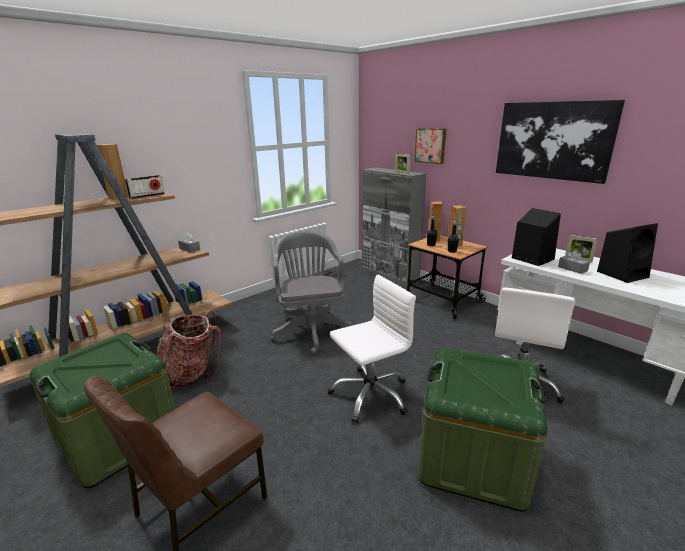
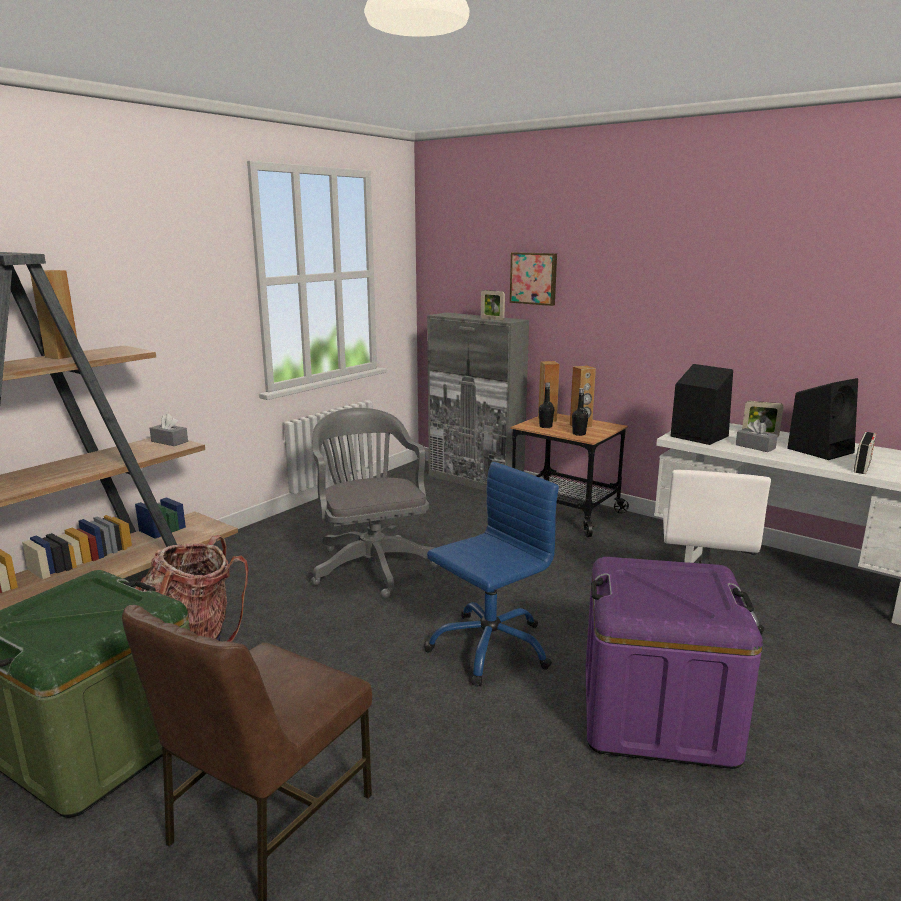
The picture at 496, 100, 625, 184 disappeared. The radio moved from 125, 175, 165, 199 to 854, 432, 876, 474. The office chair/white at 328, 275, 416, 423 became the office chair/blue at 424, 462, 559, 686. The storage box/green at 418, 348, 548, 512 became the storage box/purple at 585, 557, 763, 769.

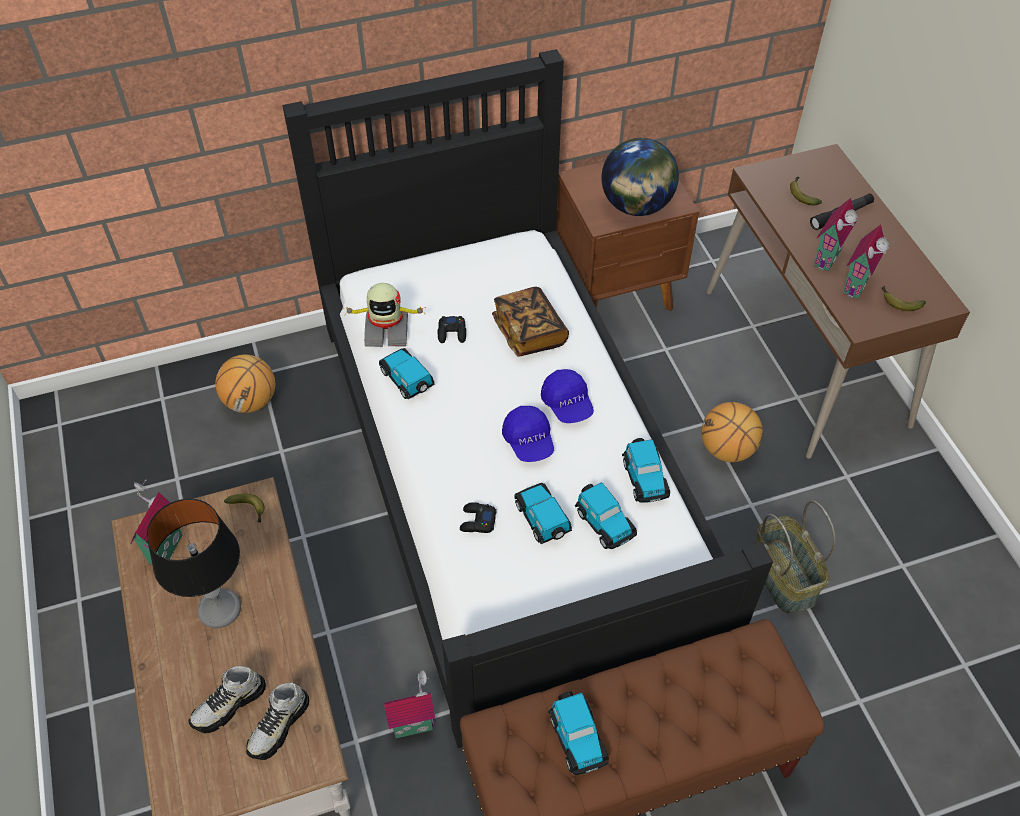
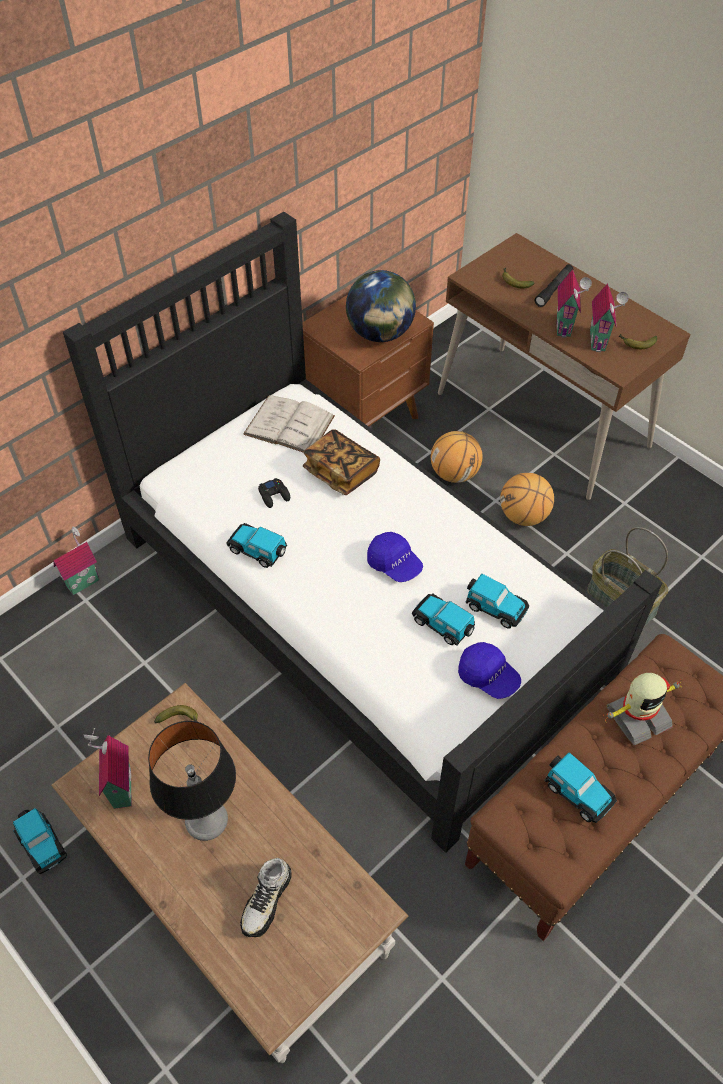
The shoe at 246, 682, 310, 760 disappeared. The game controller/black at 460, 502, 497, 533 disappeared. The book/white at 243, 395, 335, 452 appeared. The basketball moved from 215, 355, 275, 413 to 431, 431, 482, 483. The toy robot moved from 343, 283, 426, 347 to 603, 673, 682, 746. The toy house moved from 384, 670, 435, 739 to 53, 526, 99, 595. The cap/blue moved from 541, 369, 594, 423 to 458, 642, 521, 699. The toy car moved from 622, 438, 670, 503 to 13, 808, 67, 874.

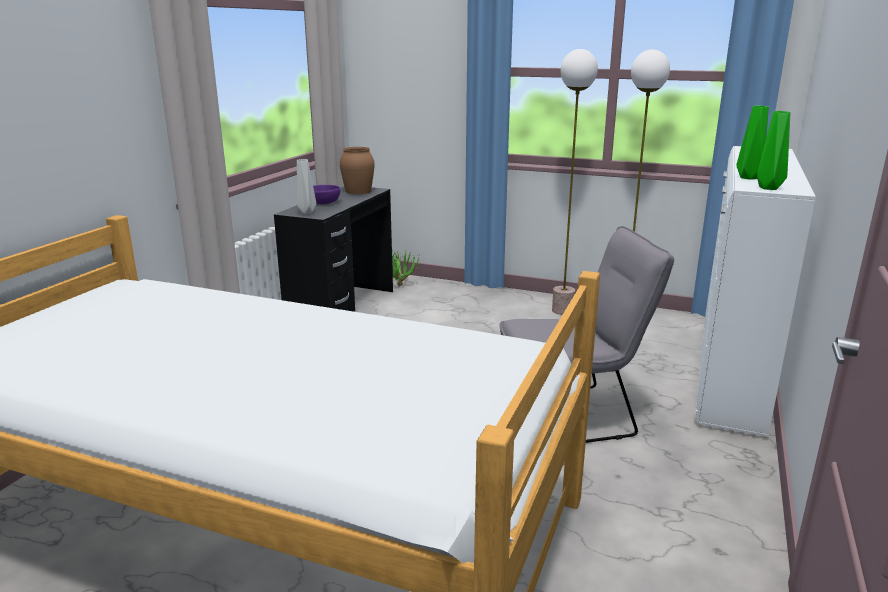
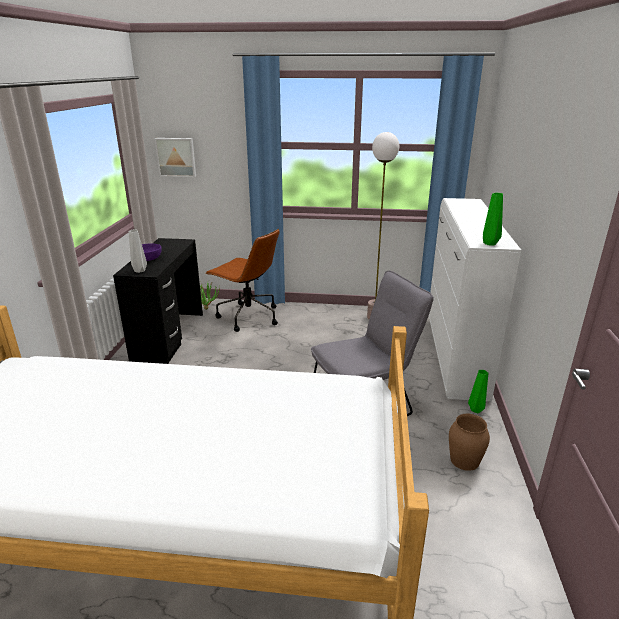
The floor lamp at 552, 49, 598, 315 disappeared. The picture at 155, 138, 196, 177 appeared. The office chair/brown at 205, 229, 280, 332 appeared. The vase/brown moved from 340, 147, 375, 194 to 449, 414, 490, 471. The vase/green moved from 736, 106, 769, 180 to 468, 370, 488, 413.

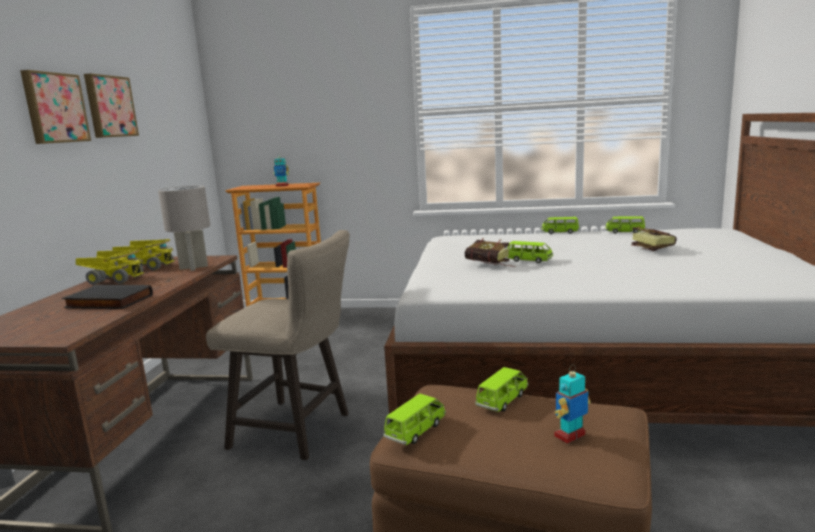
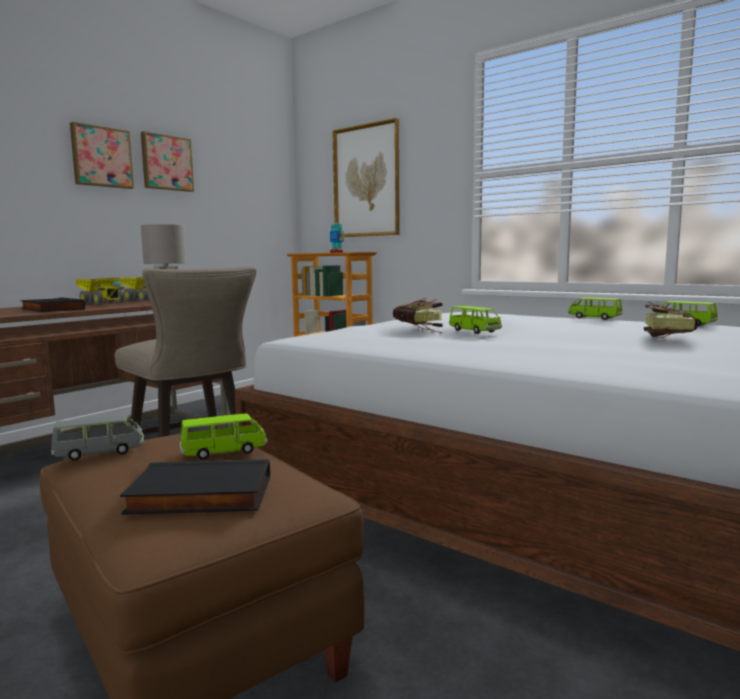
The picture at 332, 118, 400, 237 appeared. The toy robot at 554, 364, 591, 444 was replaced by the book/black at 120, 459, 270, 515. The toy car/green at 383, 394, 446, 445 became the toy car/grey at 51, 415, 144, 461.

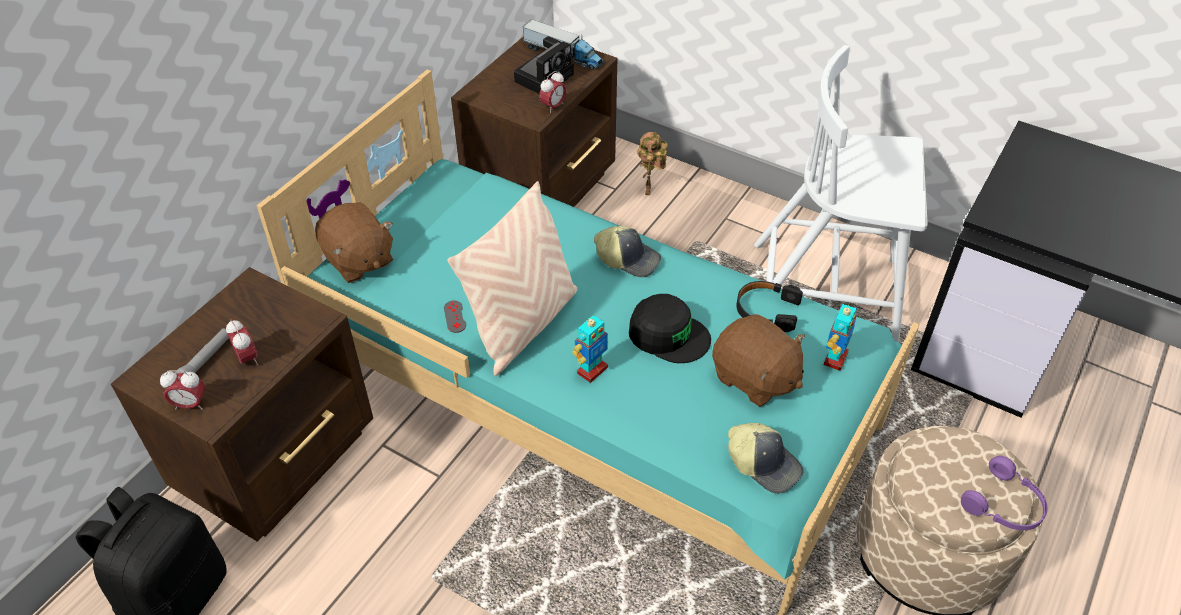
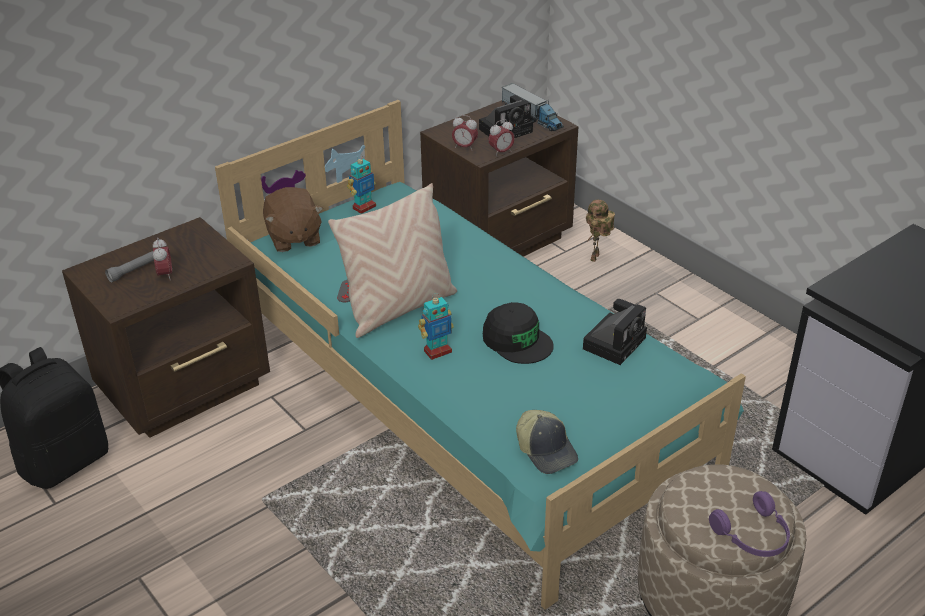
The cap at 594, 226, 661, 277 disappeared. The plush toy/brown at 712, 314, 805, 407 disappeared. The chair/white at 754, 45, 928, 343 disappeared. The alarm clock moved from 160, 370, 205, 410 to 452, 115, 478, 151. The toy robot moved from 824, 303, 857, 371 to 347, 154, 376, 214. The headphones/black at 737, 281, 803, 332 was replaced by the photo camera at 583, 299, 647, 365.

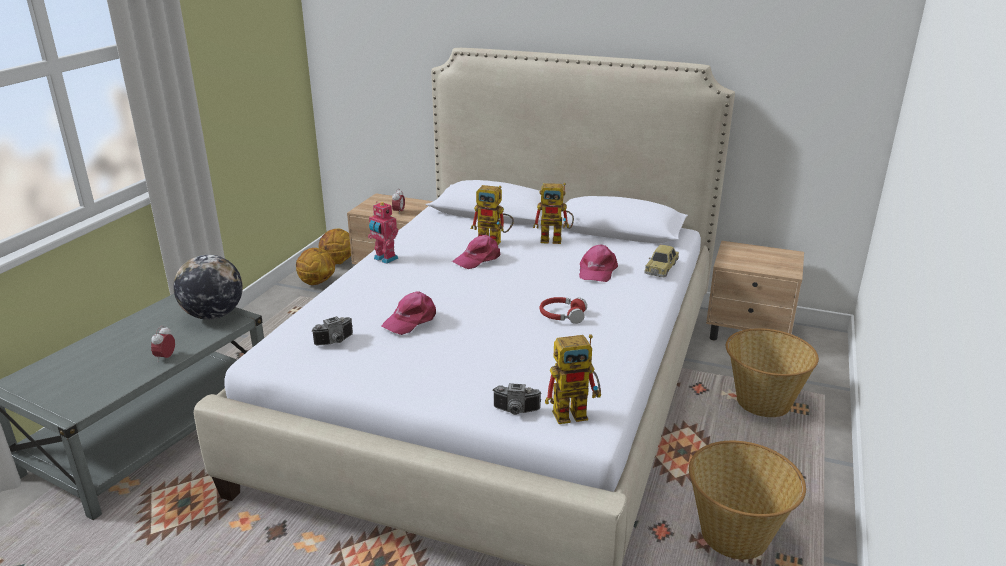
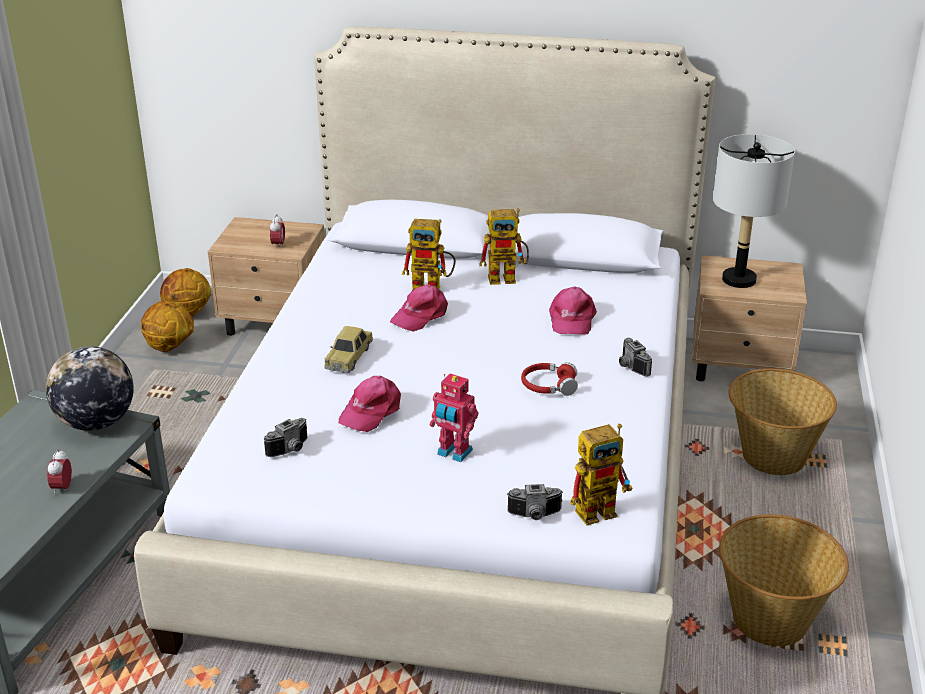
The photo camera at 619, 338, 652, 377 appeared. The table lamp/grey at 713, 134, 795, 288 appeared. The toy robot moved from 368, 201, 398, 264 to 430, 373, 478, 462. The toy car moved from 644, 245, 679, 277 to 324, 326, 373, 373.

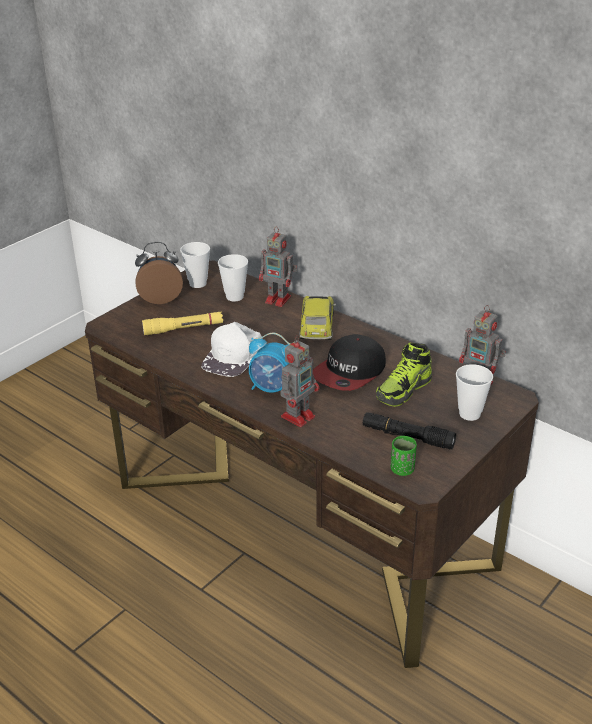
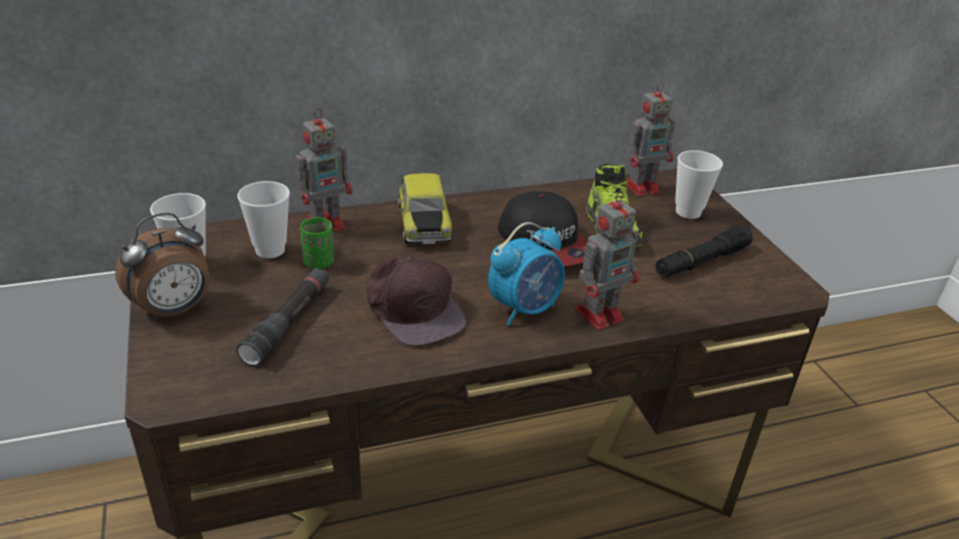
The cup/green moved from 391, 436, 417, 476 to 300, 217, 334, 269. The flashlight/yellow at 142, 312, 223, 335 became the flashlight/black at 236, 267, 329, 366. The cap/white at 201, 322, 262, 377 became the cap/brown at 367, 257, 467, 346. The alarm clock at 135, 242, 183, 304 turned 150 degrees counterclockwise. The toy robot at 280, 335, 319, 427 turned 75 degrees clockwise. The toy car at 299, 296, 336, 340 turned 135 degrees counterclockwise.

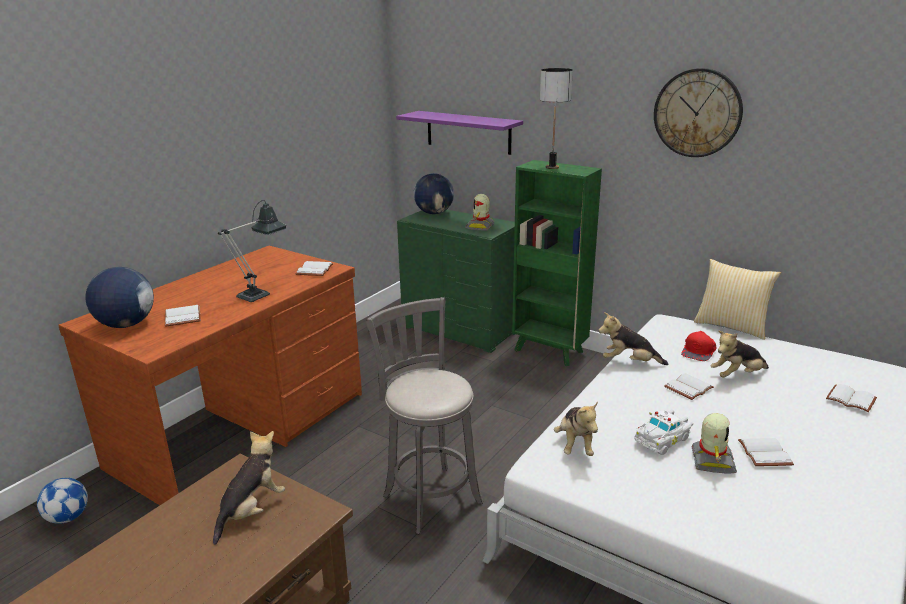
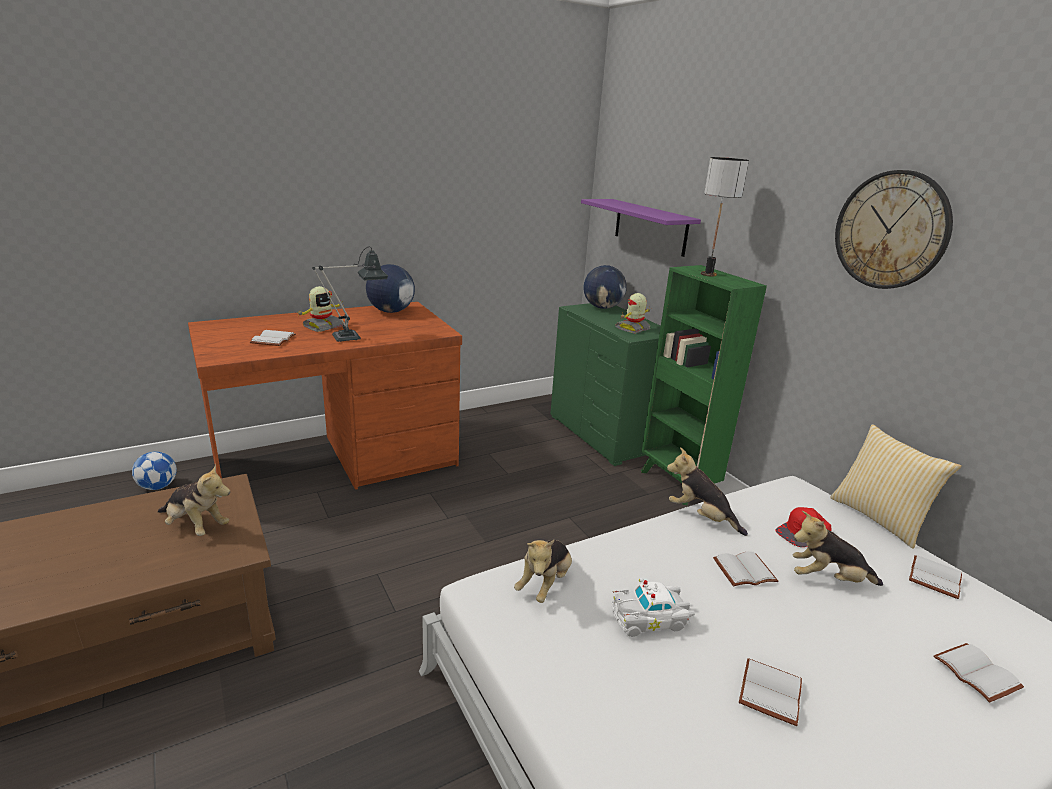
The stool/grey at 366, 297, 483, 535 disappeared. The globe moved from 85, 267, 154, 328 to 366, 264, 415, 313. The book/white moved from 296, 261, 333, 276 to 909, 555, 962, 599. The toy robot moved from 692, 413, 737, 474 to 297, 286, 343, 332. The plush toy at 213, 431, 285, 545 turned 60 degrees clockwise.

